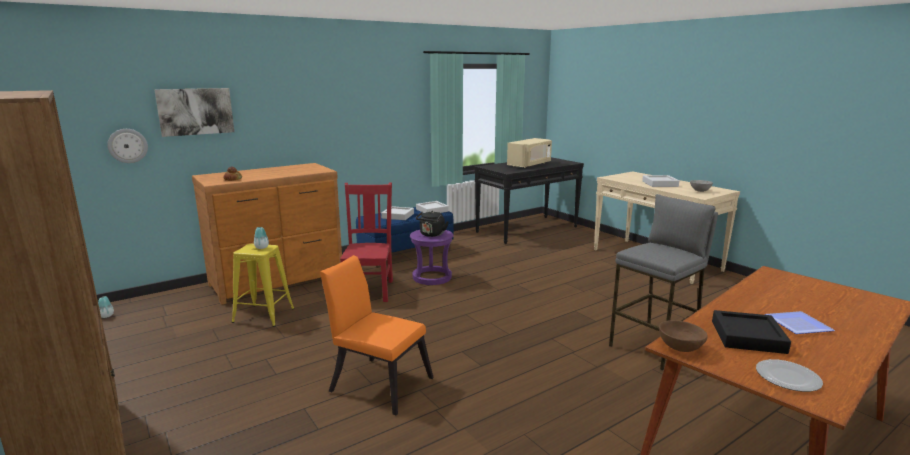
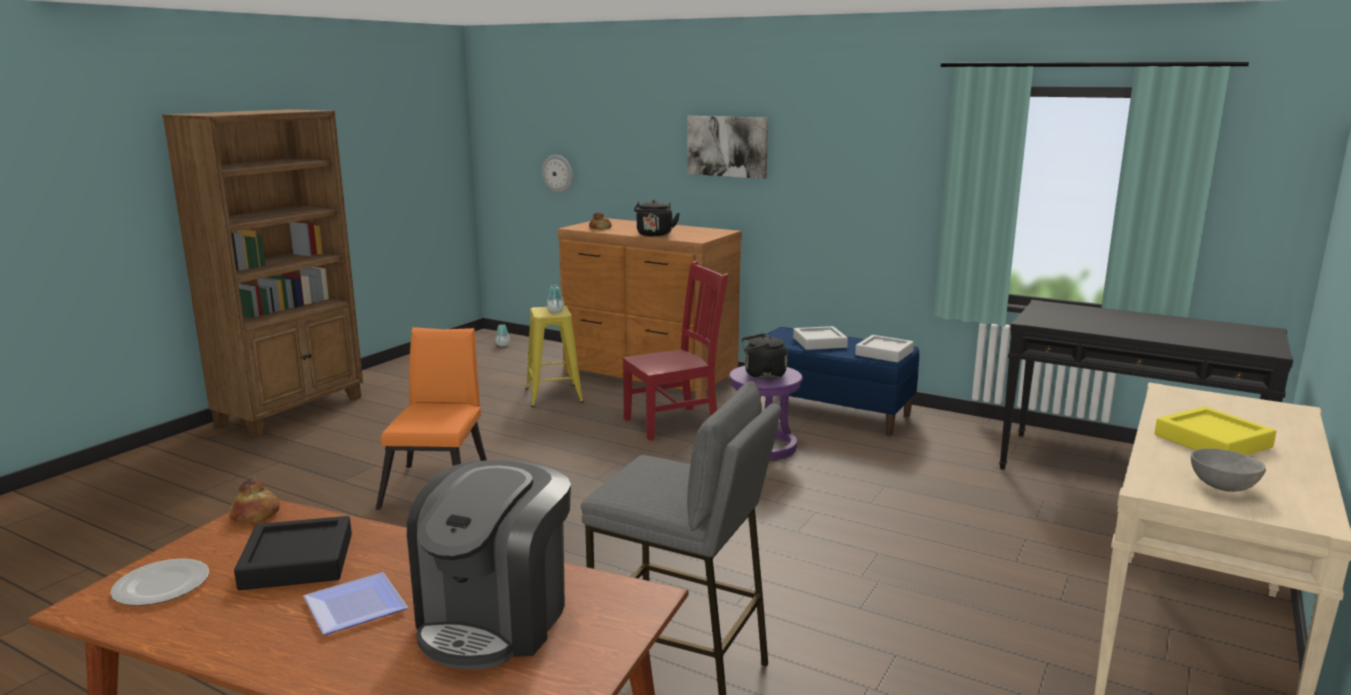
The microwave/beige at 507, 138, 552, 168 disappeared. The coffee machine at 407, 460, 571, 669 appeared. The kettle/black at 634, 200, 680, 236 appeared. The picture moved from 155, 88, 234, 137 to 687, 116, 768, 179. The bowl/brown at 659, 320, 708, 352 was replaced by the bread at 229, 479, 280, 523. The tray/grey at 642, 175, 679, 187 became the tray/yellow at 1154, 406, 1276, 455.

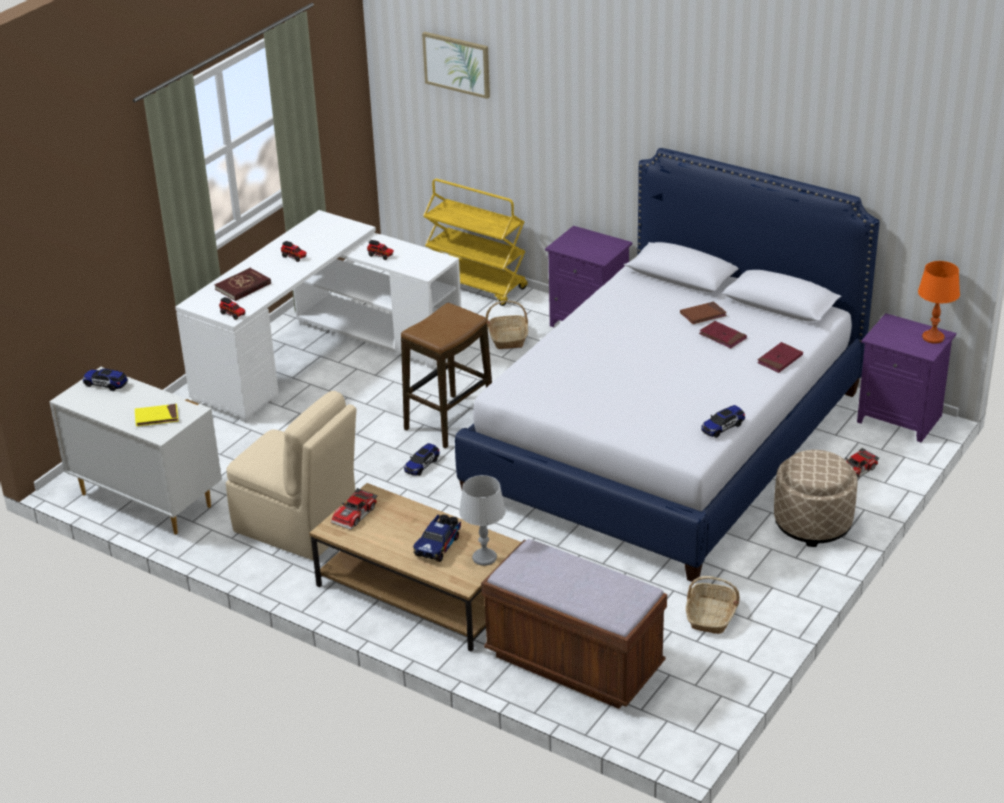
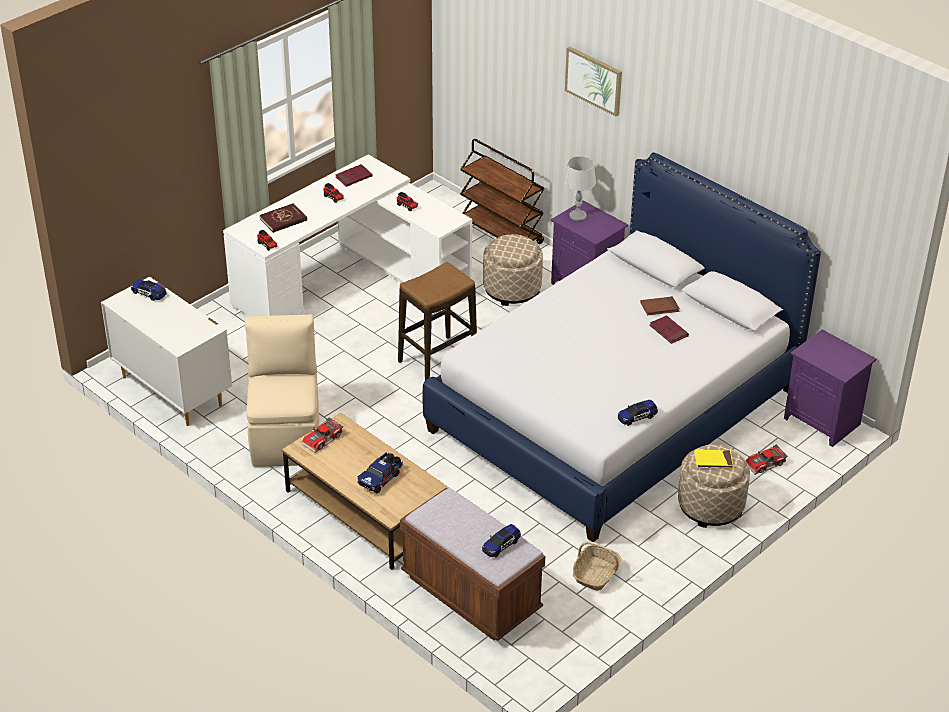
The table lamp/orange at 918, 261, 960, 343 disappeared. The book/yellow moved from 135, 404, 179, 426 to 694, 450, 733, 469. The toy car moved from 404, 443, 440, 476 to 482, 524, 521, 557. The picture moved from 422, 32, 490, 99 to 565, 46, 622, 117. The table lamp/grey moved from 459, 475, 506, 566 to 564, 156, 596, 221. The book/red moved from 757, 342, 803, 373 to 335, 164, 372, 187. The basket at 486, 300, 528, 349 was replaced by the ottoman/beige at 483, 234, 543, 306. The cart/yellow at 423, 179, 527, 306 became the cart/brown at 460, 139, 545, 244. The chair/beige at 226, 391, 356, 560 turned 135 degrees counterclockwise.

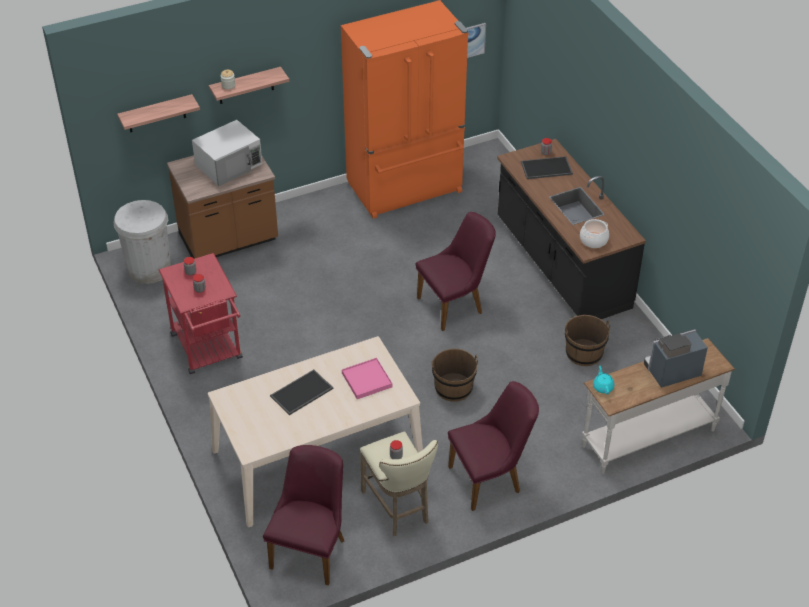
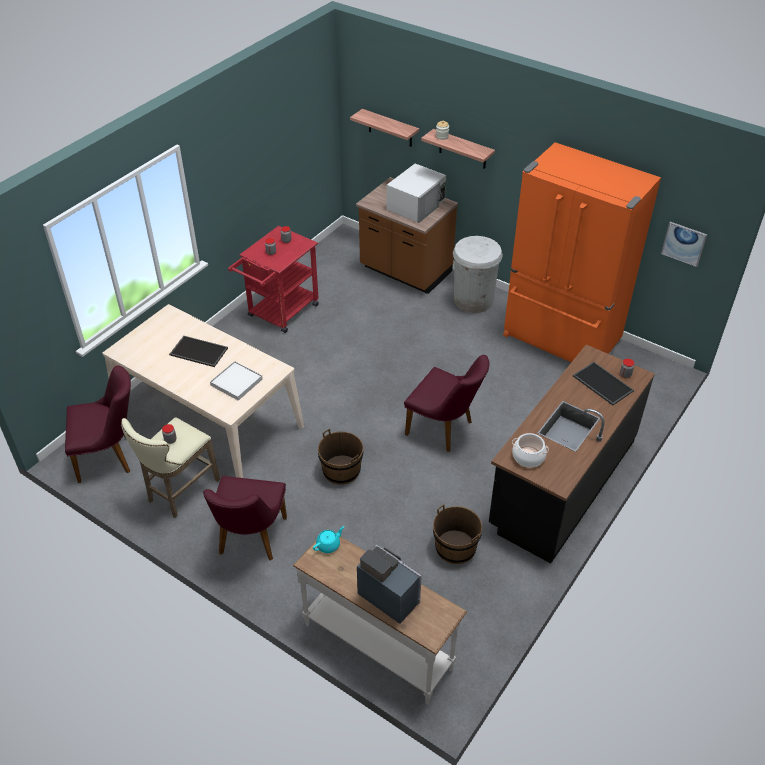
The trash can/white moved from 114, 200, 171, 284 to 453, 236, 503, 313. The tray/pink at 342, 358, 392, 399 became the tray/white at 210, 361, 263, 401. The microwave/white at 192, 120, 262, 186 turned 75 degrees counterclockwise. The chair/purple at 448, 381, 539, 511 turned 60 degrees clockwise.

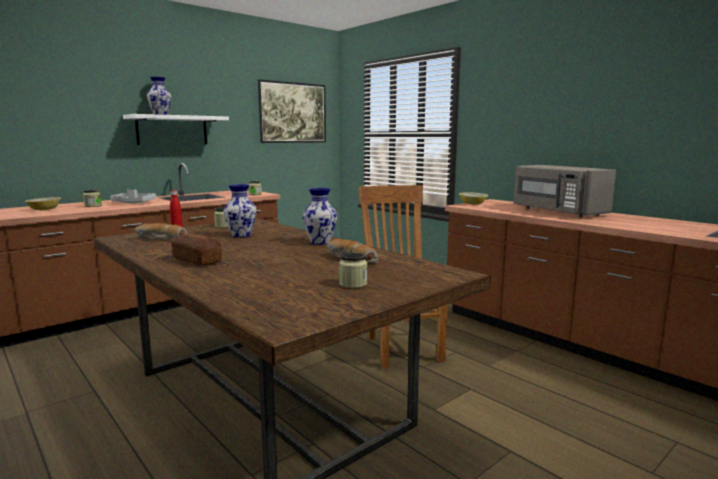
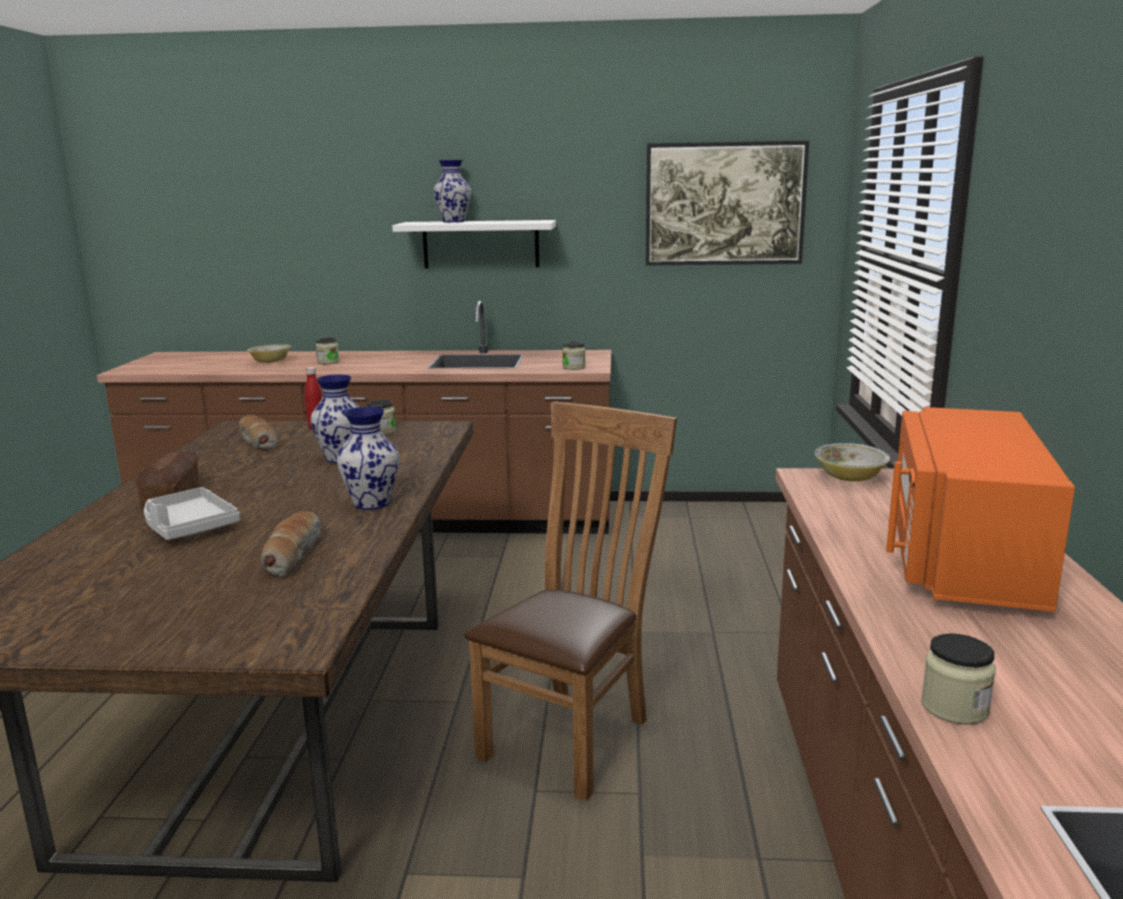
The tray/grey moved from 110, 189, 157, 203 to 144, 487, 240, 540. The jar moved from 339, 252, 367, 288 to 921, 633, 996, 725. The microwave/grey at 514, 165, 616, 218 became the microwave/orange at 886, 407, 1075, 612.

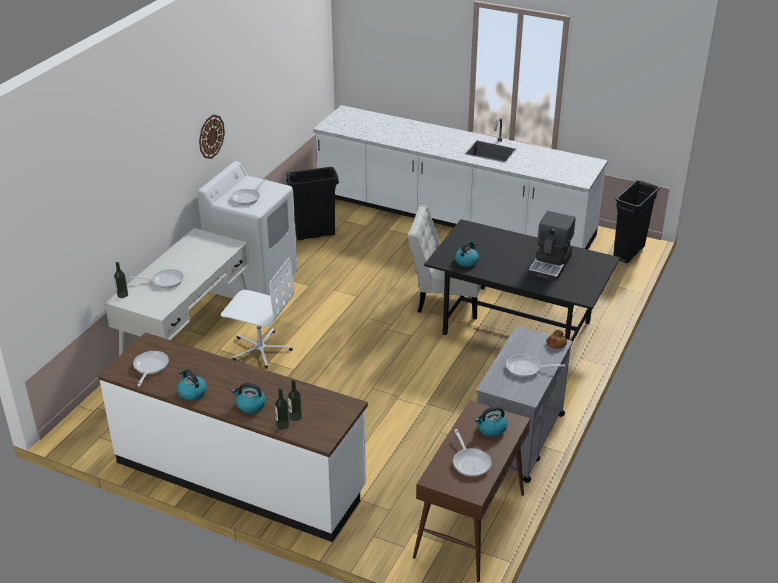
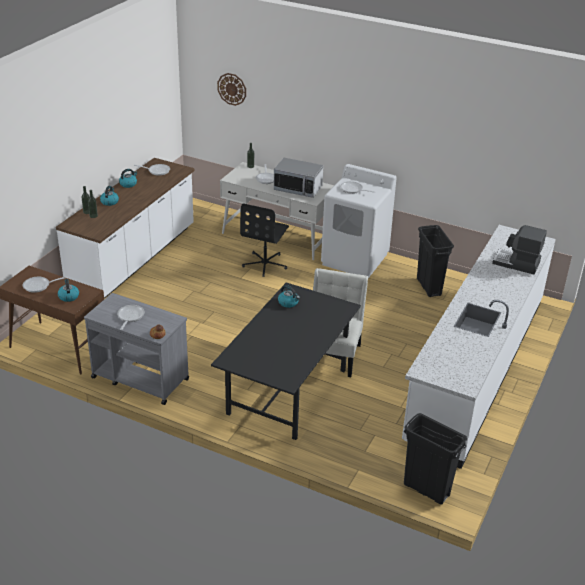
The microwave at 273, 158, 324, 198 appeared. The wall clock moved from 199, 115, 225, 159 to 217, 73, 246, 106. The coffee machine moved from 528, 211, 576, 281 to 492, 225, 547, 274. The office chair/white at 221, 257, 294, 369 became the office chair/black at 240, 204, 289, 277.

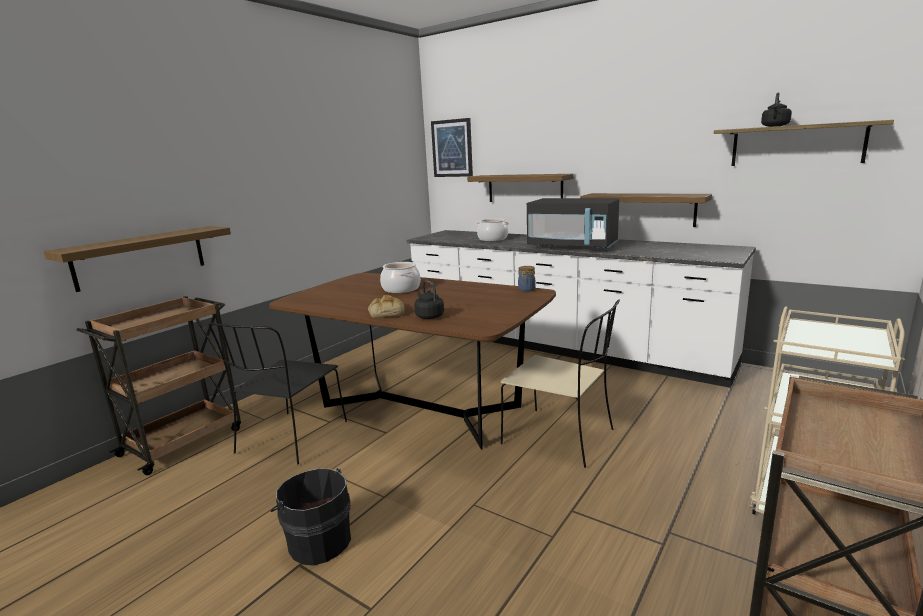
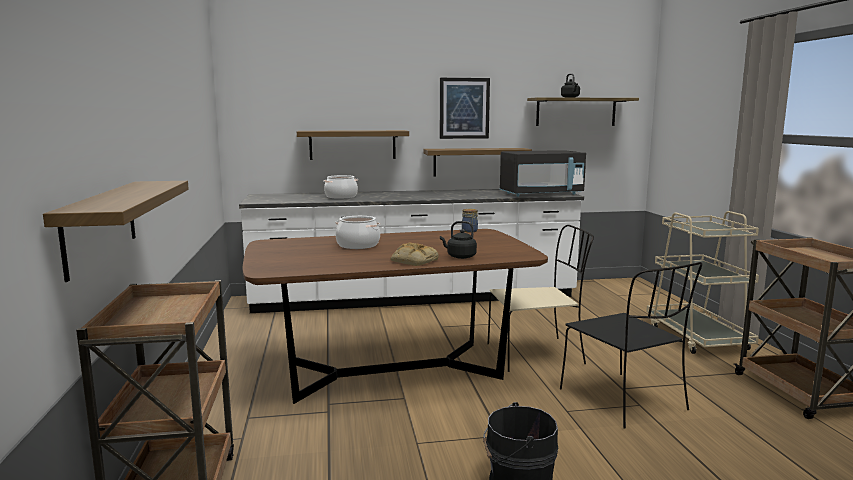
The chair/black moved from 209, 323, 347, 465 to 560, 262, 702, 429. The picture moved from 431, 118, 473, 177 to 440, 78, 490, 139. The microwave/black moved from 527, 198, 619, 250 to 500, 150, 586, 197.

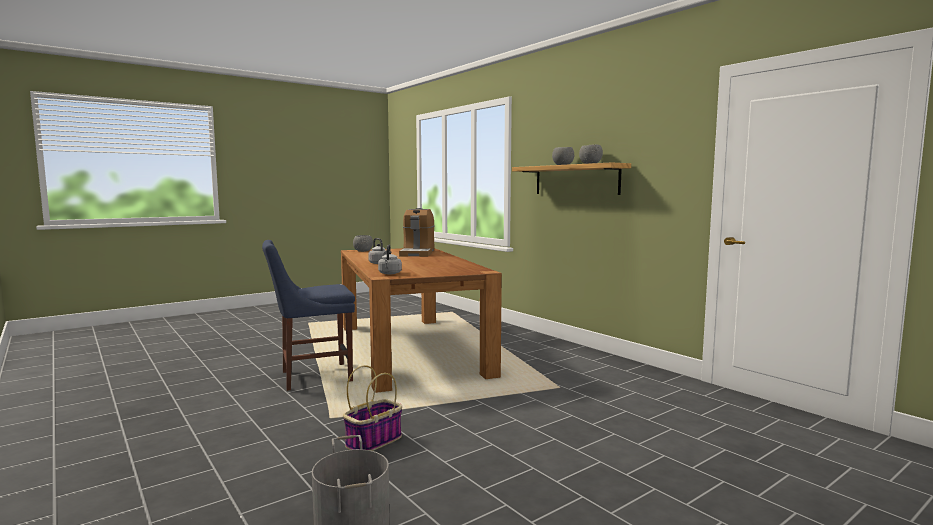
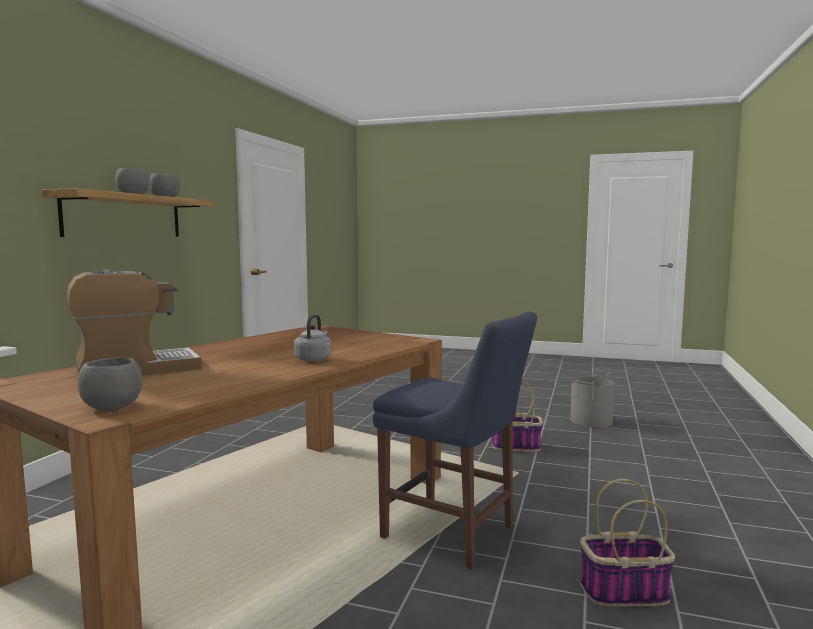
The kettle/grey at 378, 245, 402, 274 disappeared. The basket at 580, 479, 675, 606 appeared.

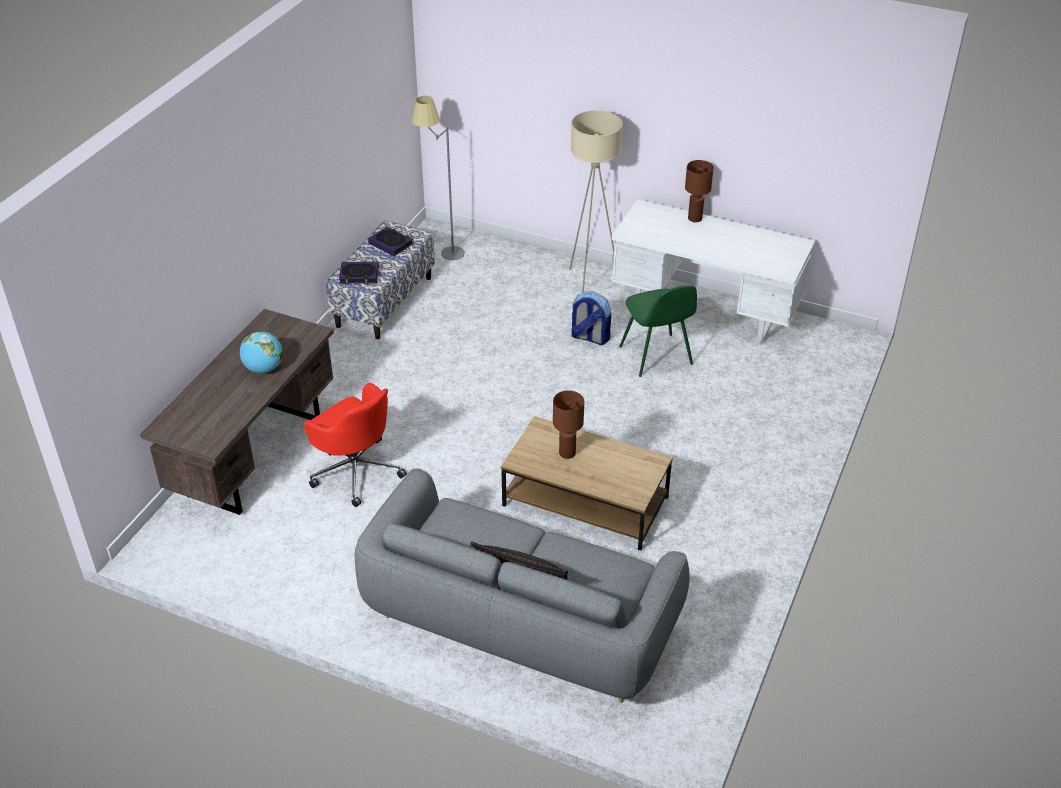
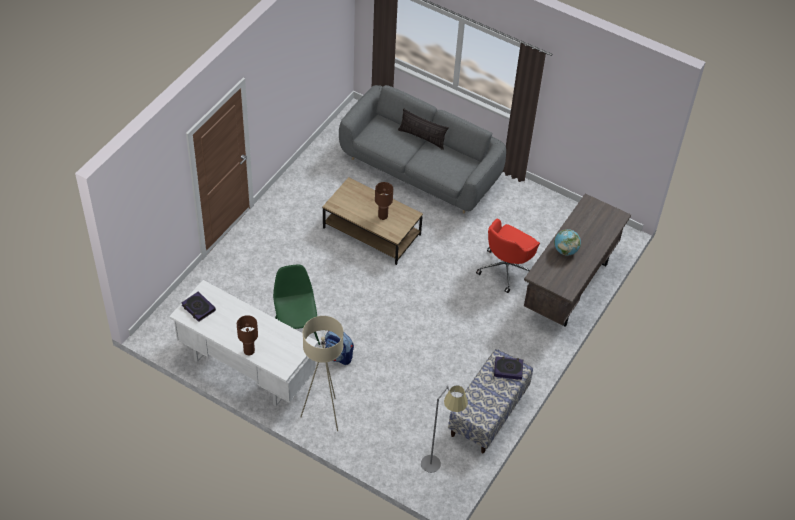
The book moved from 368, 227, 413, 256 to 181, 291, 216, 322. The office chair/red at 303, 383, 407, 507 turned 105 degrees counterclockwise.

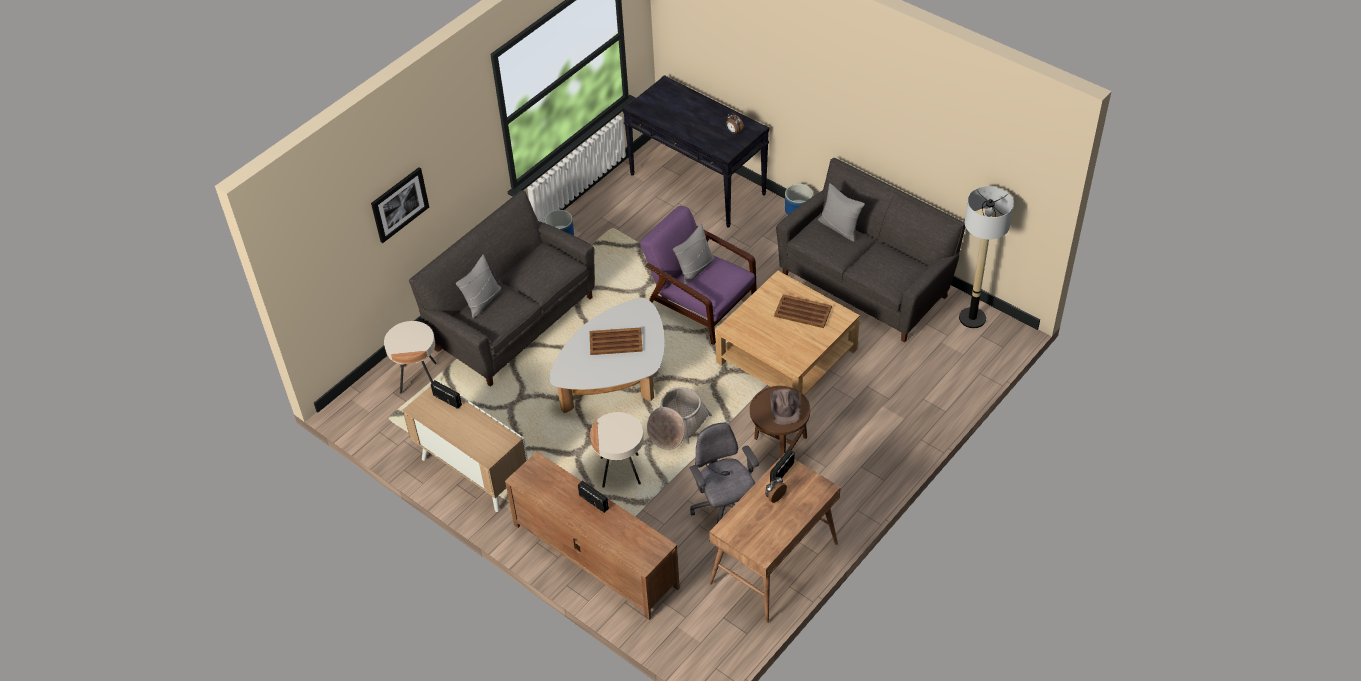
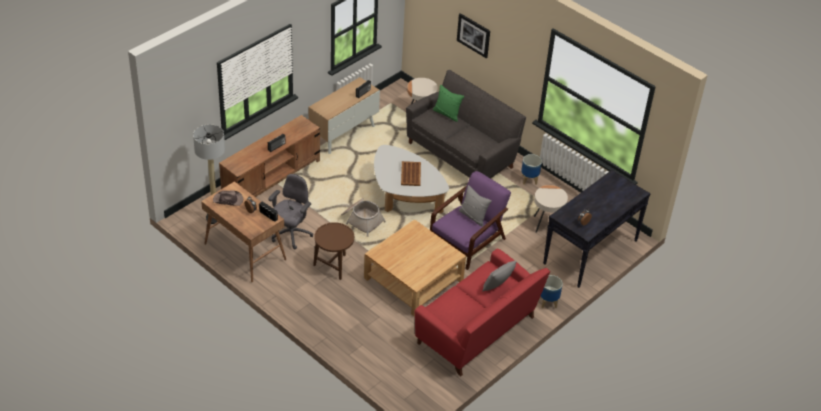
The tray/brown at 774, 294, 832, 328 disappeared. The side table/beige moved from 590, 412, 644, 488 to 534, 185, 568, 233. The hat/brown moved from 770, 389, 800, 425 to 213, 191, 243, 206. The floor lamp moved from 959, 186, 1014, 328 to 193, 124, 225, 224. The pillow/grey at 456, 254, 501, 319 became the pillow/green at 433, 85, 464, 122. The sofa/grey at 776, 158, 965, 342 became the sofa/red at 414, 248, 550, 376. The office chair/grey at 690, 423, 759, 523 turned 45 degrees counterclockwise.

